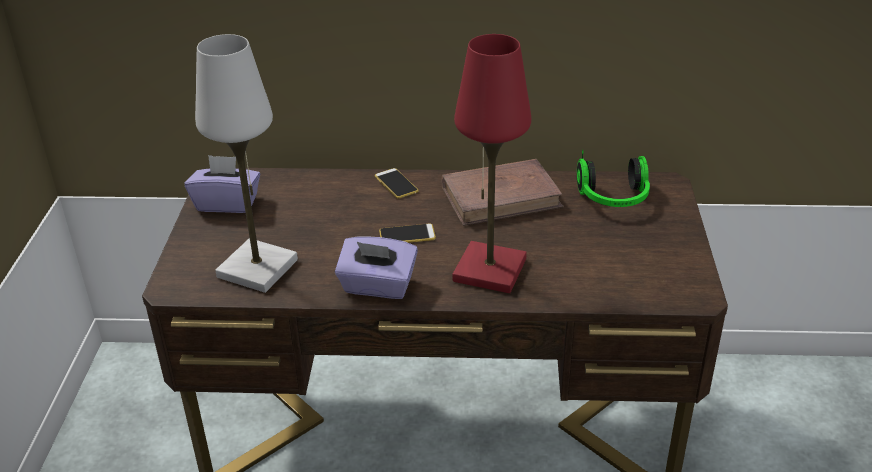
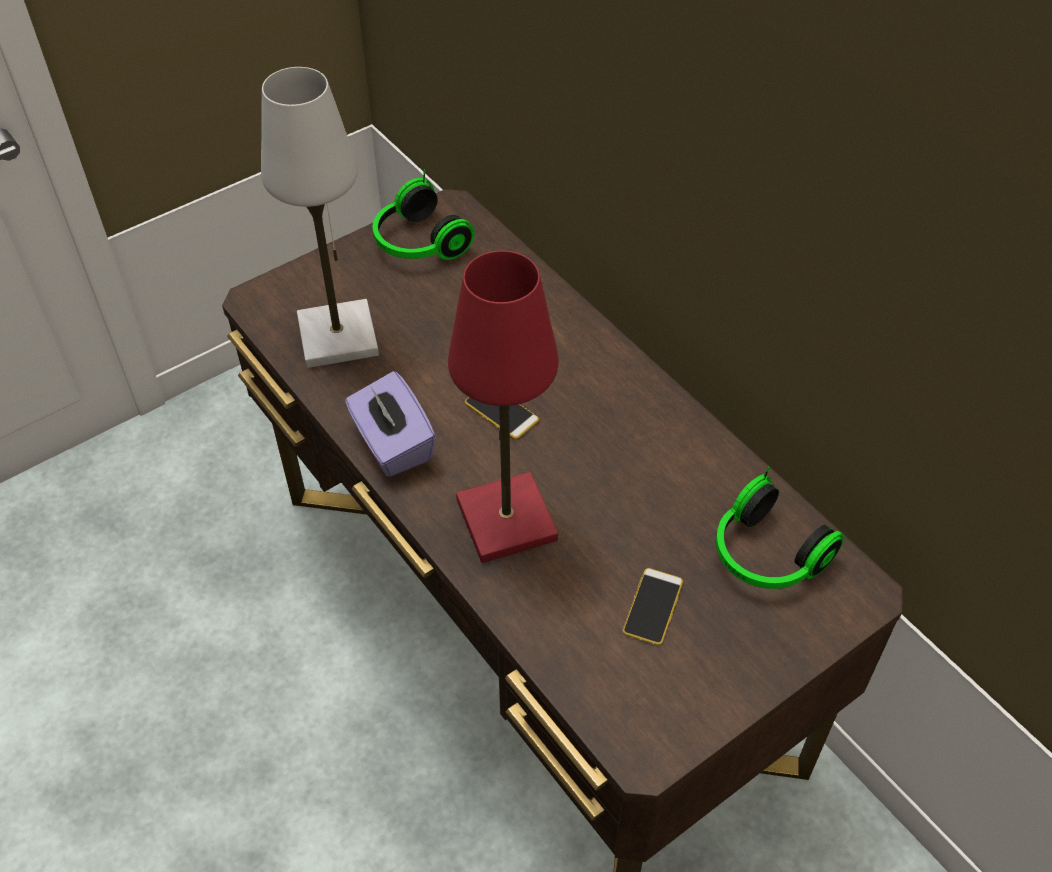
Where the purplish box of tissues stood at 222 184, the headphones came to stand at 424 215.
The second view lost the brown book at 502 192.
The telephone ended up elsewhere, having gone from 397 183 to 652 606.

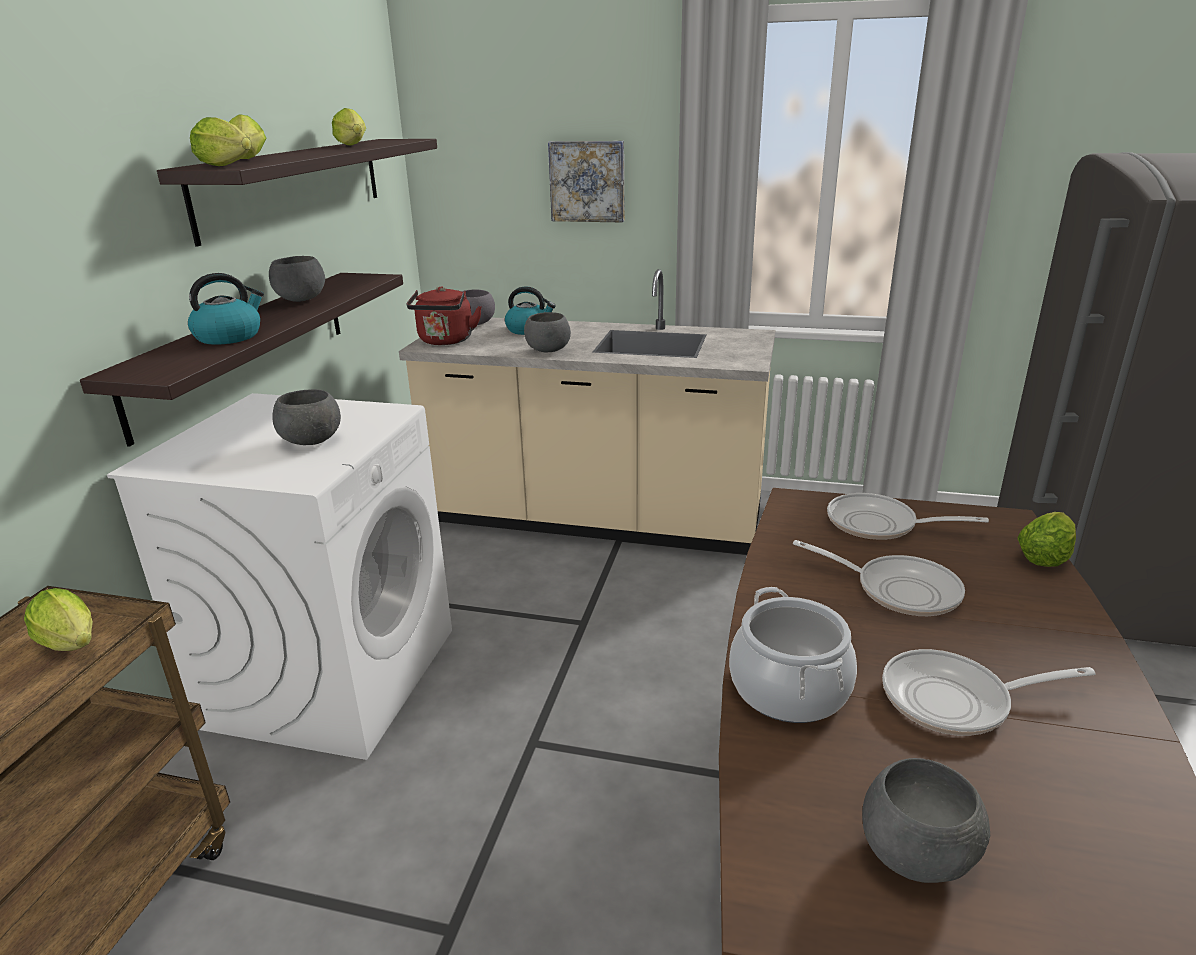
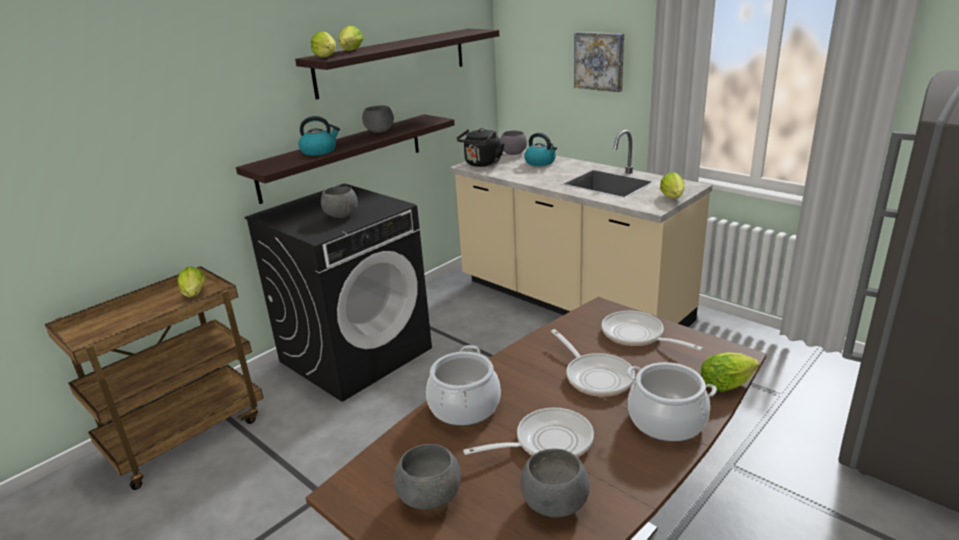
The head of lettuce ended up elsewhere, having gone from 349 127 to 672 185.
What was the reddish kettle at 444 315 turned into the blackish kettle at 480 147.
The grey bowl ended up elsewhere, having gone from 547 332 to 555 482.
What was the white laundry machine at 279 576 turned into the blackish laundry machine at 338 292.
The pan at 989 692 ended up facing another way, 135 degrees clockwise from before.
The second view gained the stockpot at 671 402.

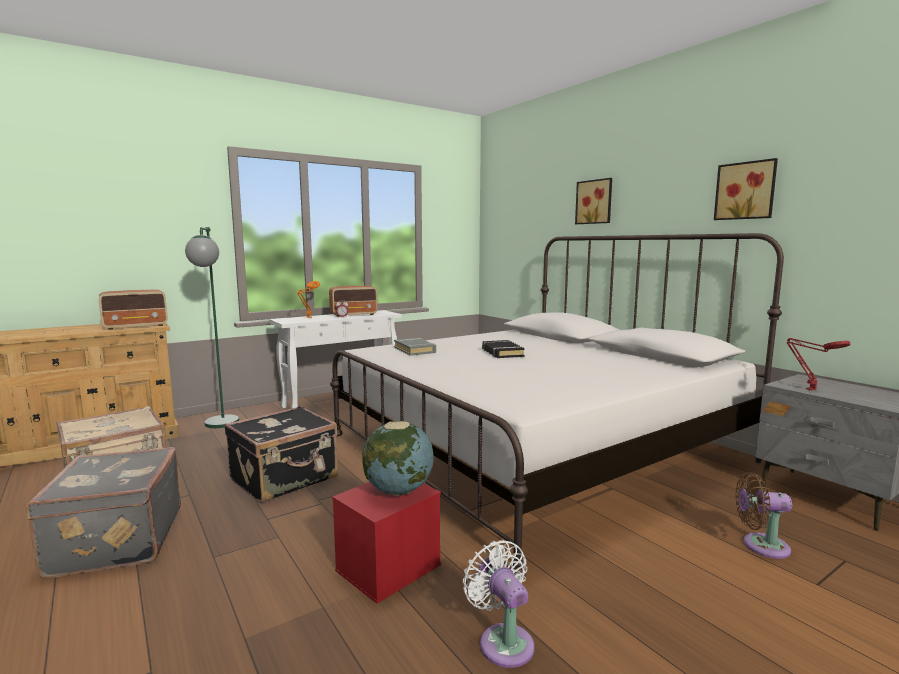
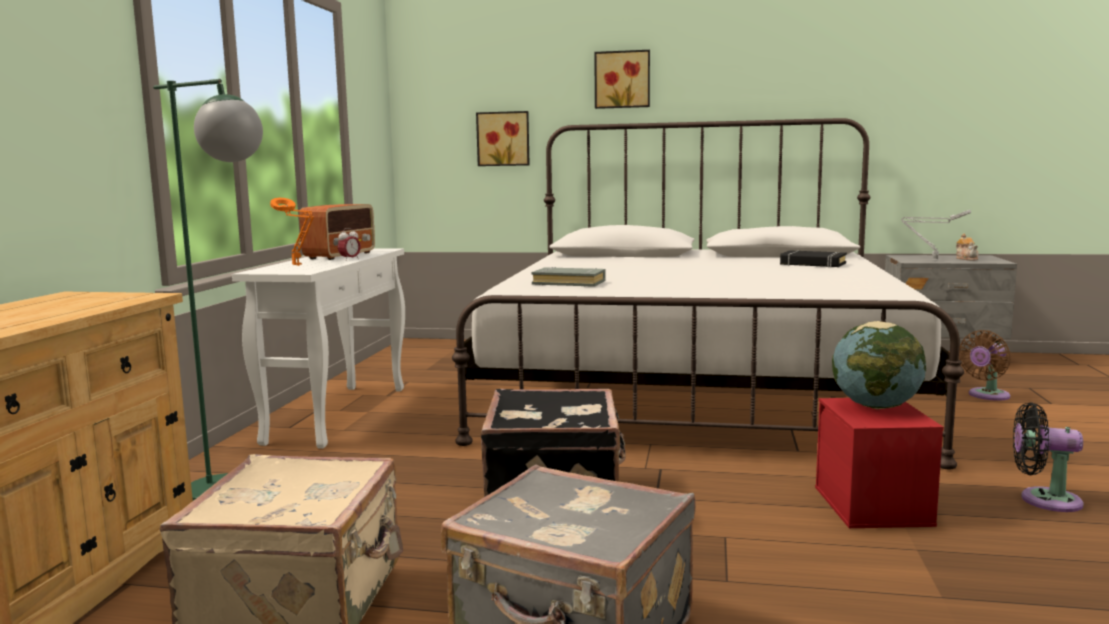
The wall picture ended up elsewhere, having gone from 746 189 to 503 138.
The second view lost the radio at 133 310.
What was the reddish tabletop lamp at 818 364 turned into the grey tabletop lamp at 936 236.
The blackish book ended up elsewhere, having gone from 503 349 to 813 258.
What was the white fan at 498 604 turned into the blackish fan at 1048 457.
The second view gained the tea pot at 967 247.

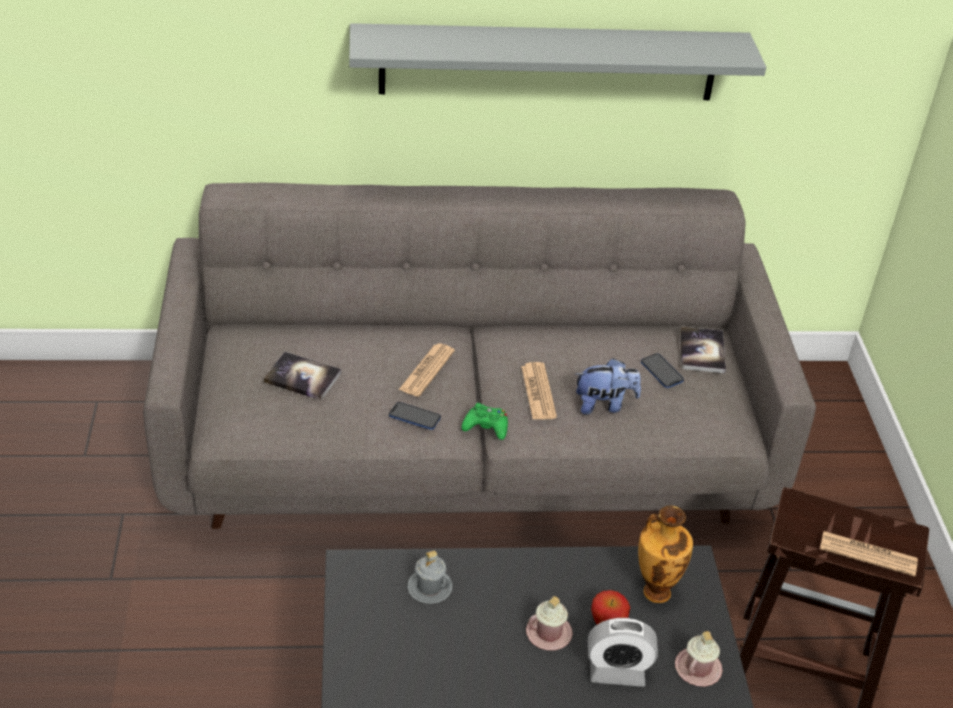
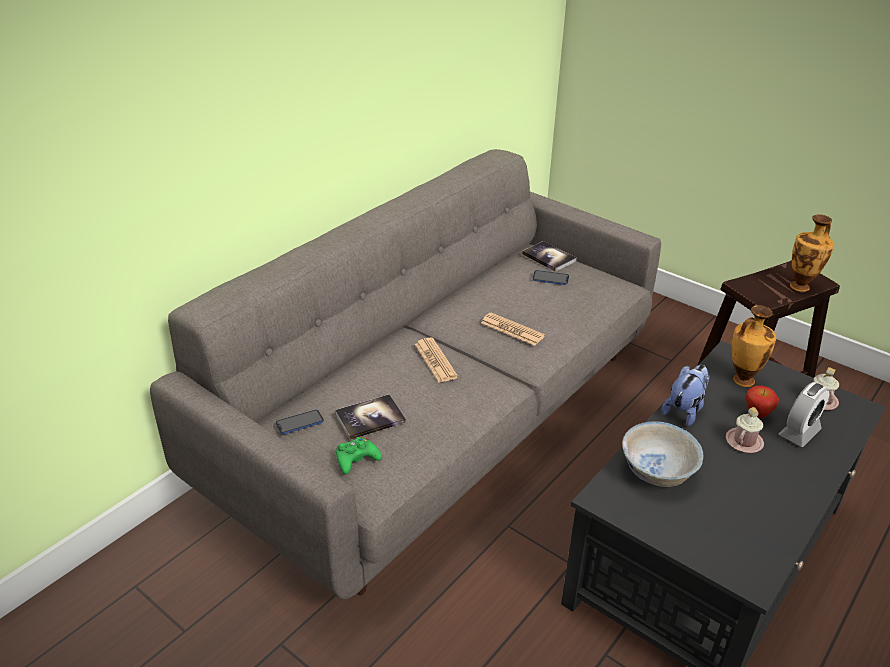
The second view lost the grey bracket shelf at 557 61.
The soft toy ended up elsewhere, having gone from 608 386 to 686 395.
The telephone ended up elsewhere, having gone from 415 416 to 300 422.
The green-coloured gamepad ended up elsewhere, having gone from 484 421 to 359 455.
Where the printed paper stood at 869 553, the flower vase came to stand at 812 253.
Where the grey mug stood at 430 577, the white bowl came to stand at 663 454.

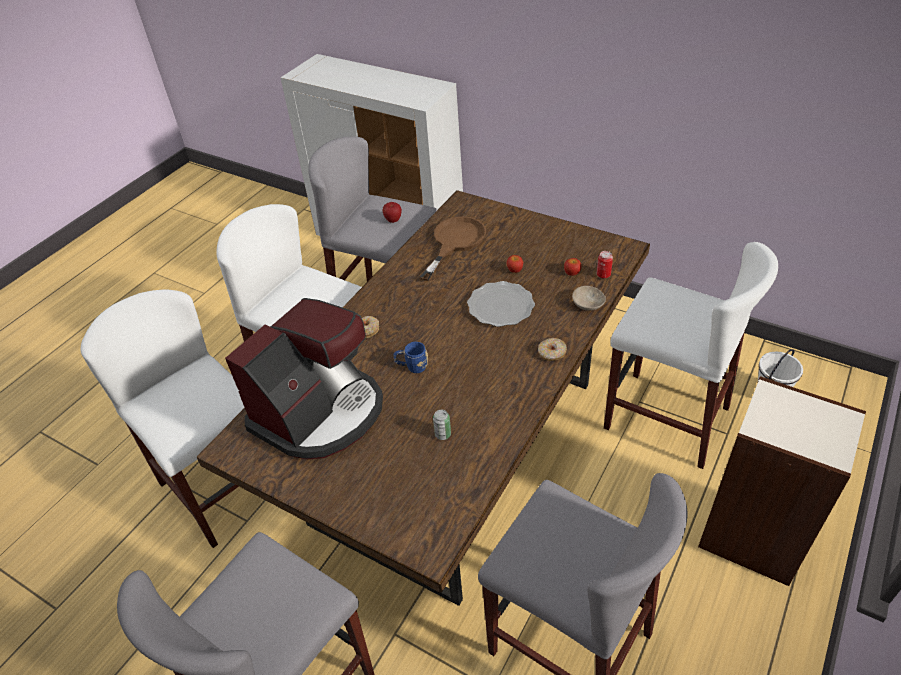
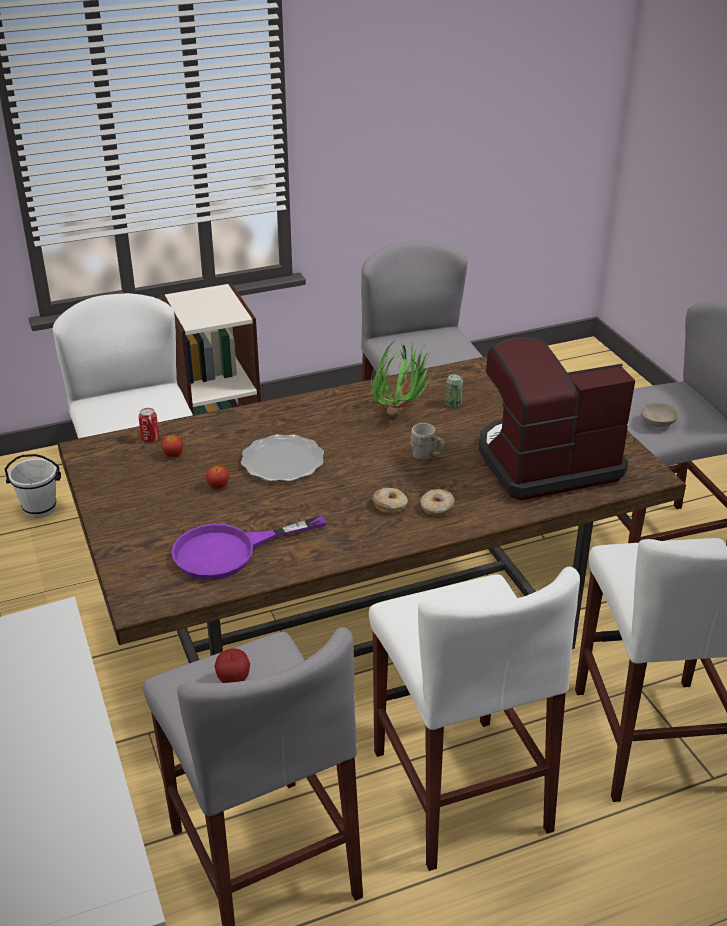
What was the brown pan at 453 248 turned into the purplish pan at 248 547.
The beige-coloured bowl ended up elsewhere, having gone from 589 298 to 660 415.
The donut ended up elsewhere, having gone from 552 349 to 390 501.
What was the blue-coloured mug at 411 357 turned into the grey mug at 427 441.
The second view gained the houseplant at 401 378.

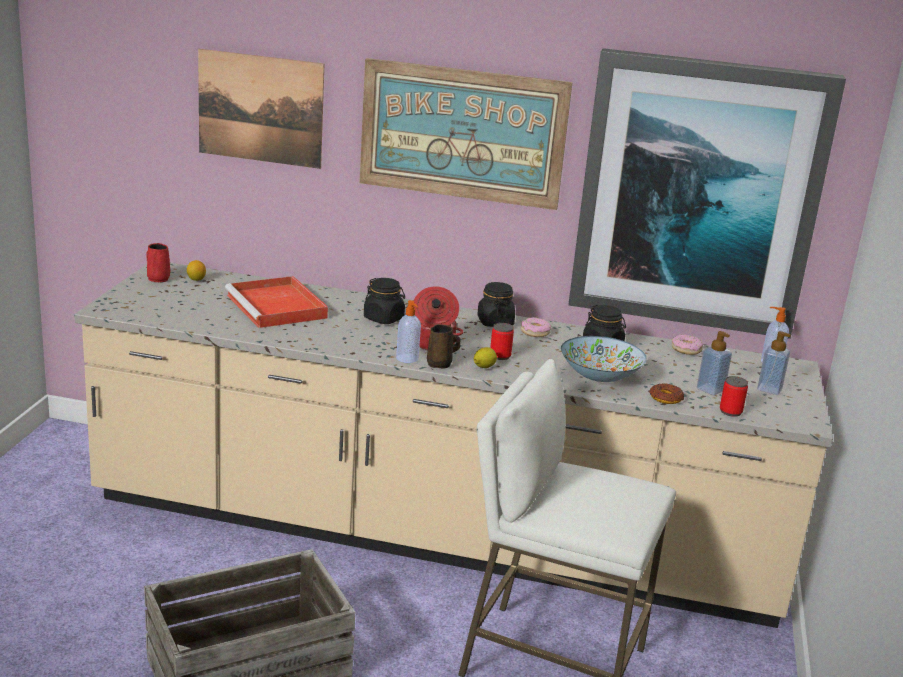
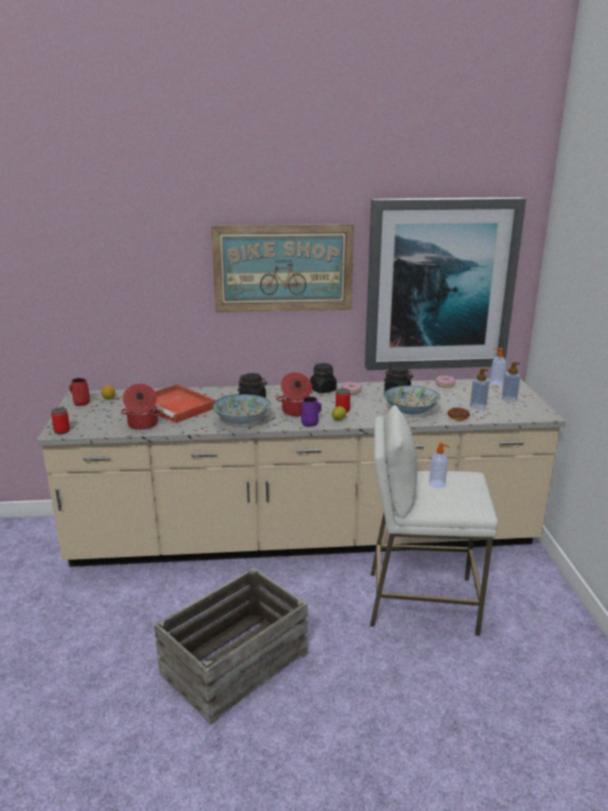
The second view lost the wall picture at 261 109.
The soap bottle ended up elsewhere, having gone from 408 331 to 439 465.
What was the brown mug at 443 346 turned into the purplish mug at 311 411.
The sealed can ended up elsewhere, having gone from 734 396 to 60 420.
The second view gained the stockpot at 142 407.
The second view gained the bowl at 242 409.

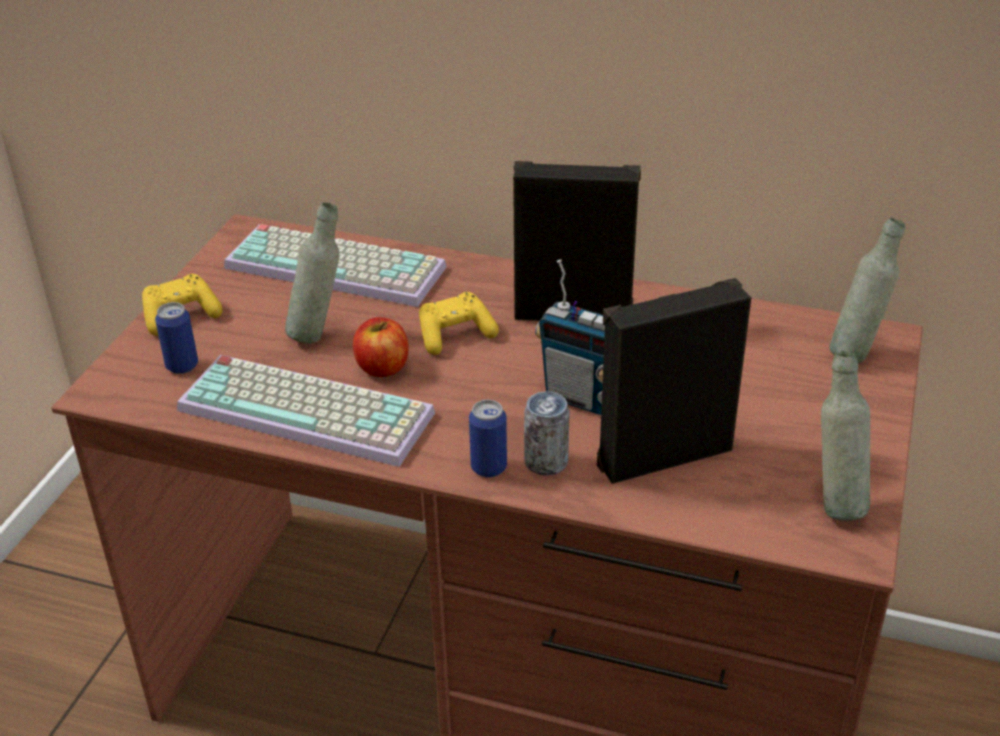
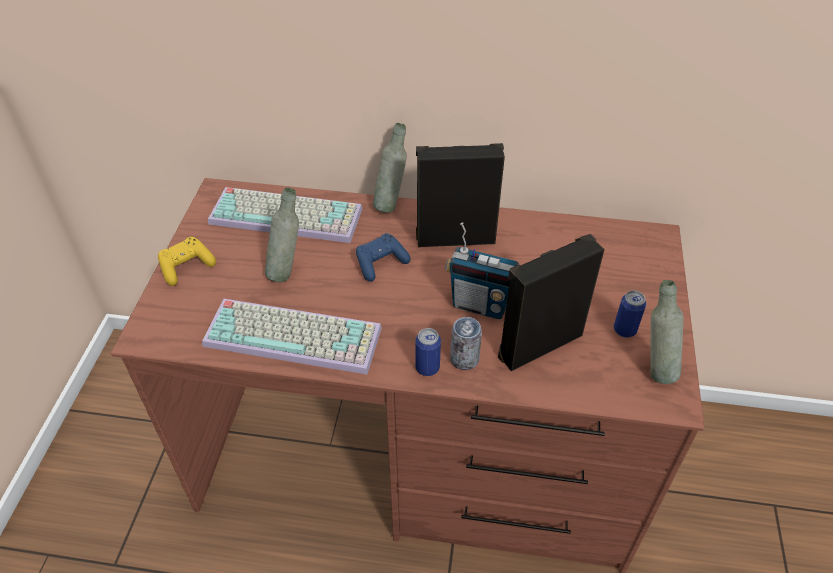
The grey drink bottle ended up elsewhere, having gone from 867 290 to 390 168.
What was the yellowish gamepad at 459 323 turned into the blue-coloured gamepad at 383 257.
The sealed can ended up elsewhere, having gone from 176 338 to 630 314.
The second view lost the whole apple at 380 347.

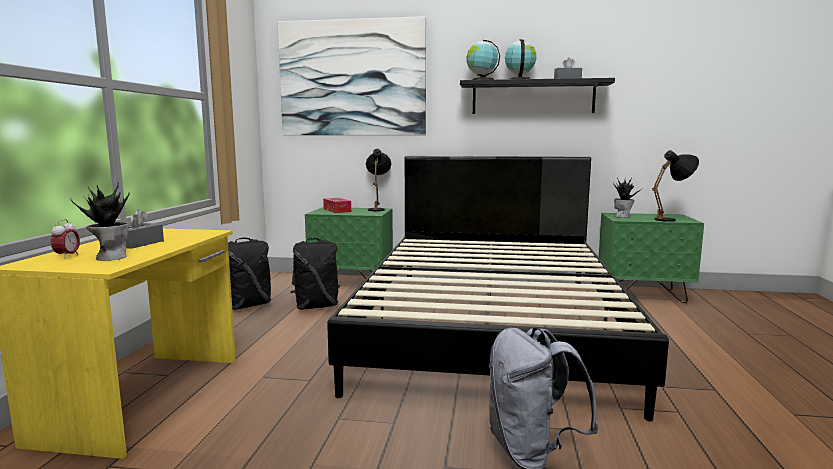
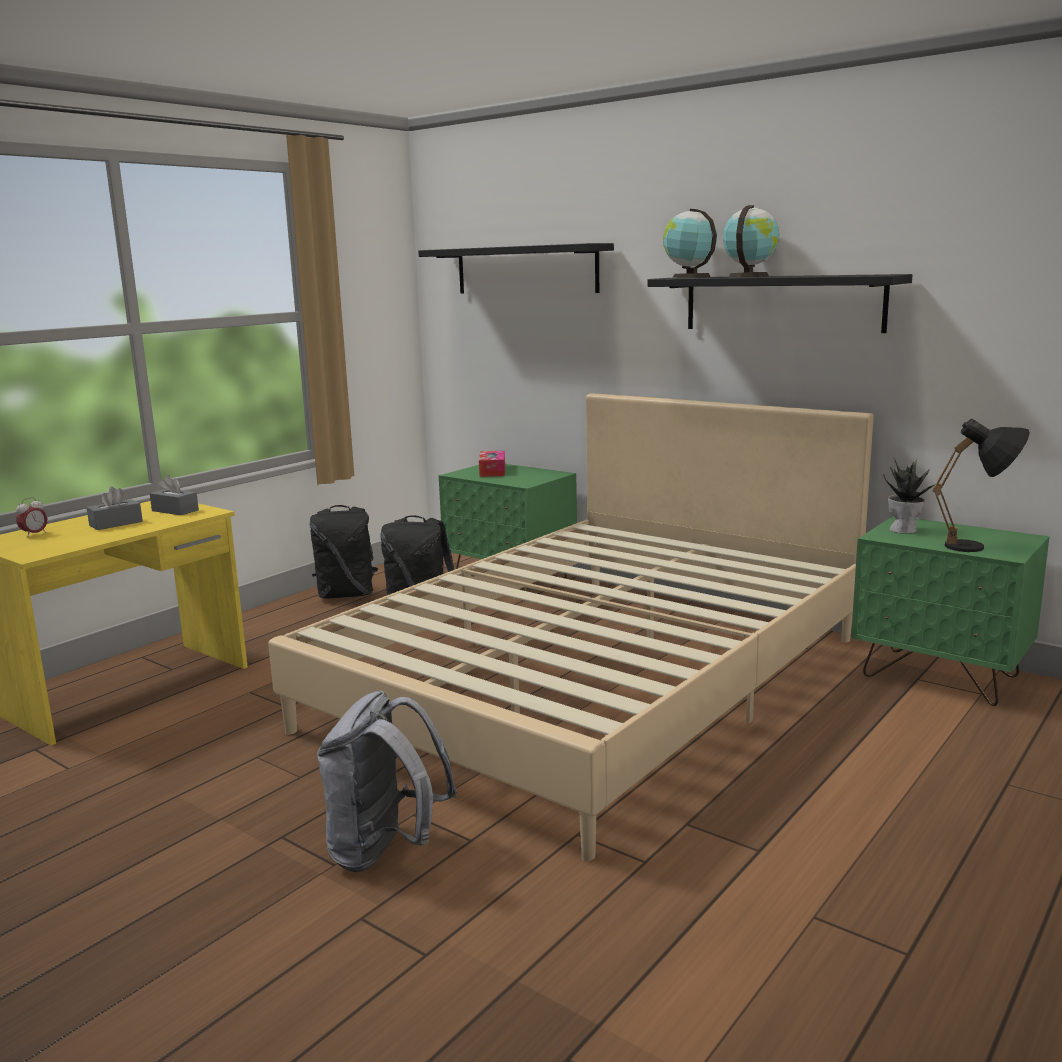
Where the wall picture hung at 352 75, the blackish bracket shelf came to hang at 516 268.
The grey box of tissues ended up elsewhere, having gone from 568 68 to 174 495.
The second view lost the blackish tabletop lamp at 378 180.
What was the blackish bed at 498 289 turned into the beige-coloured bed at 570 627.
The second view lost the houseplant at 100 221.

